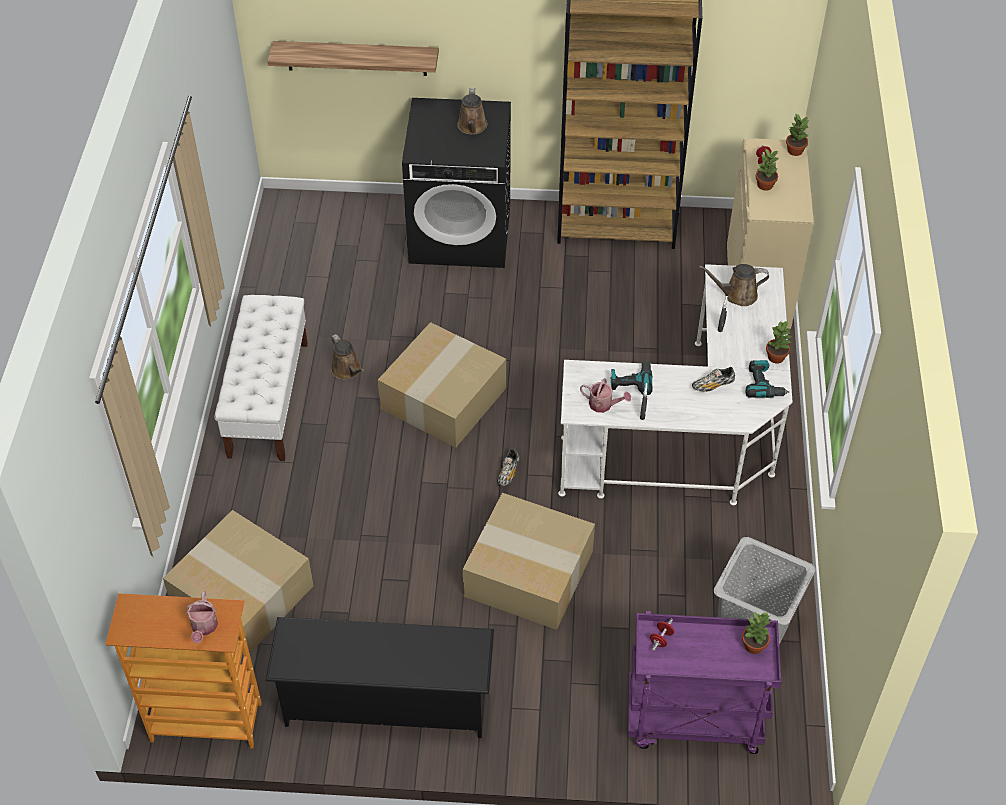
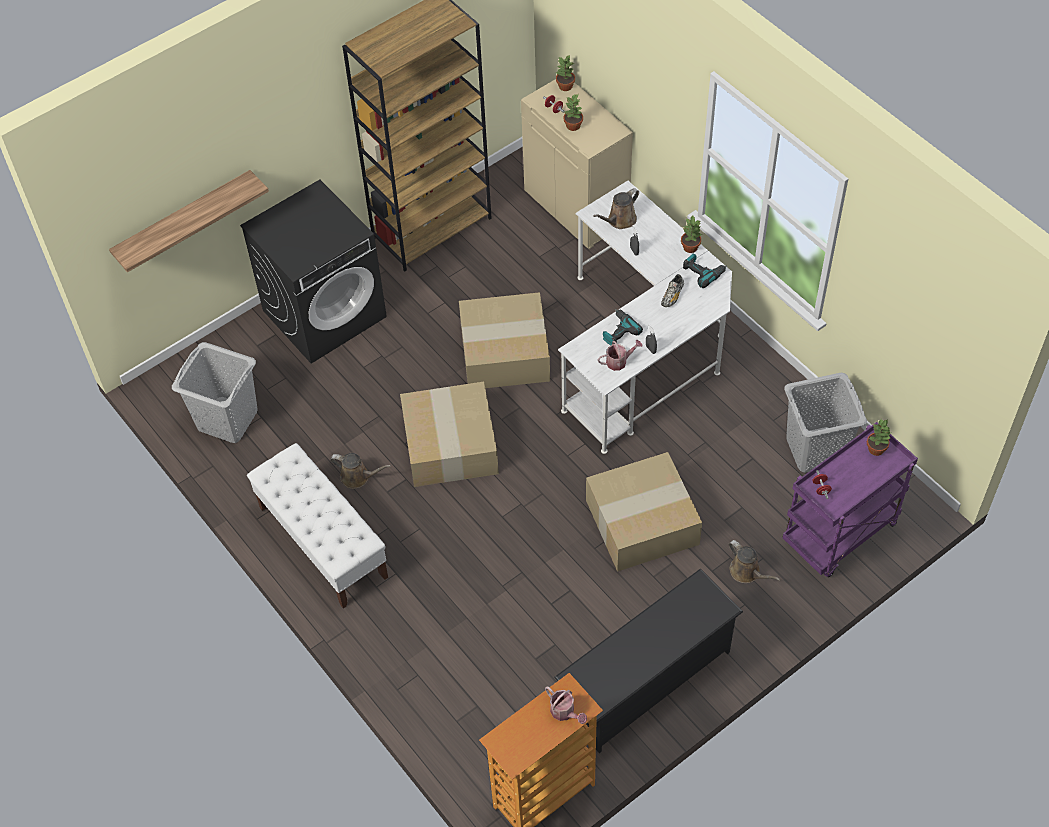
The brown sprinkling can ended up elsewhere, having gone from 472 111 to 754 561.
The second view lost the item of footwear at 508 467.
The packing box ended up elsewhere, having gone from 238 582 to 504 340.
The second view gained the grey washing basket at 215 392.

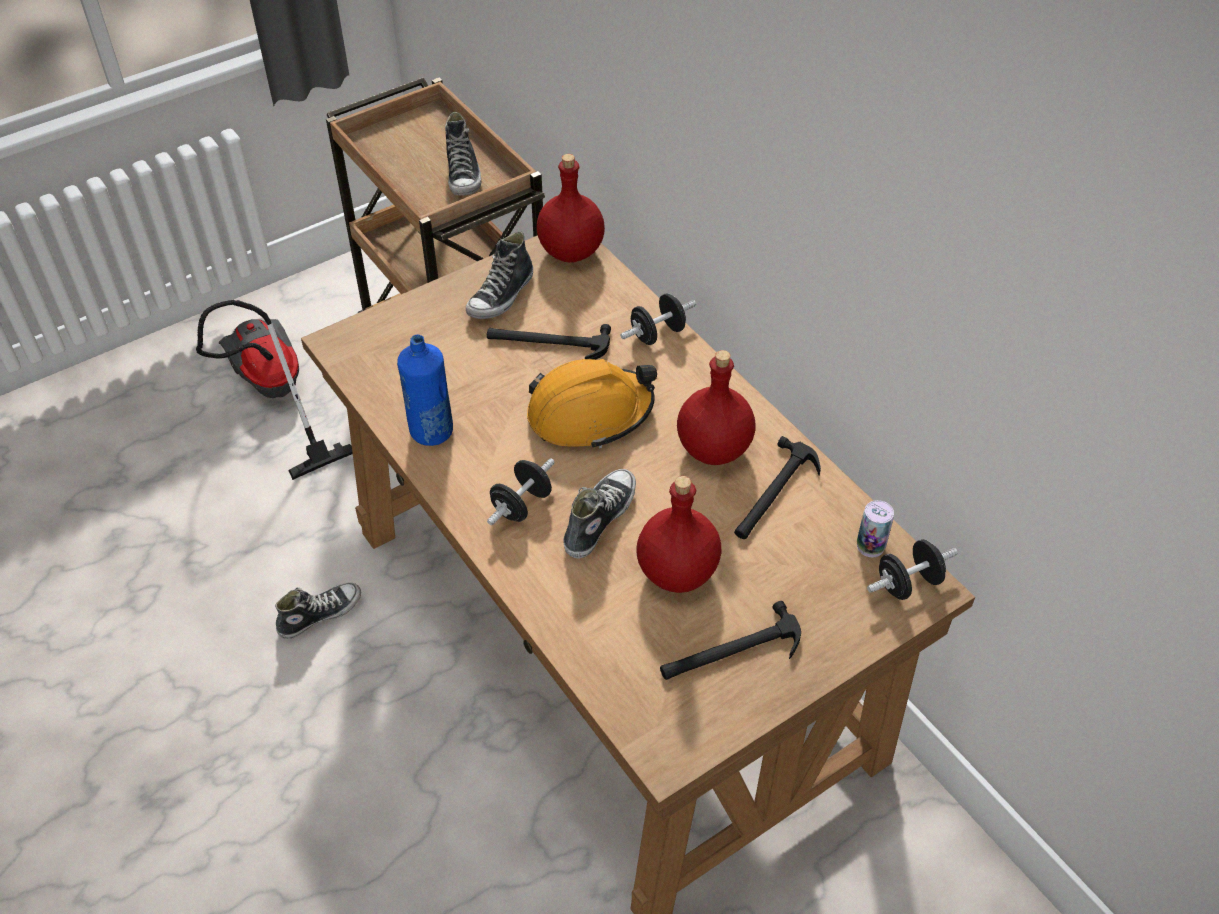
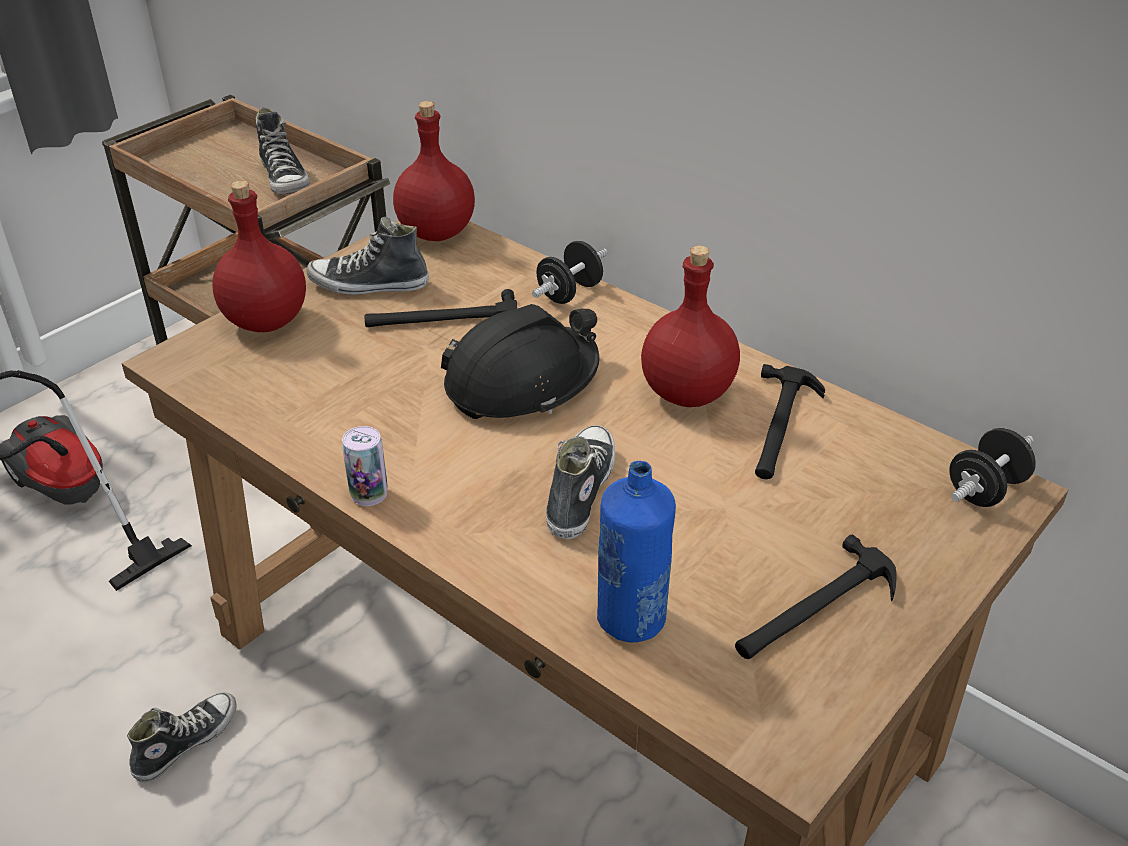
The item of footwear at 499 275 ended up facing another way, 75 degrees clockwise from before.
The blue-coloured drink bottle ended up elsewhere, having gone from 425 390 to 636 551.
What was the orange hard hat at 592 404 turned into the blackish hard hat at 520 361.
The second view lost the blackish hand weight at 521 491.
The reddish drink bottle ended up elsewhere, having gone from 679 534 to 259 256.
The sealed can ended up elsewhere, having gone from 875 528 to 365 466.

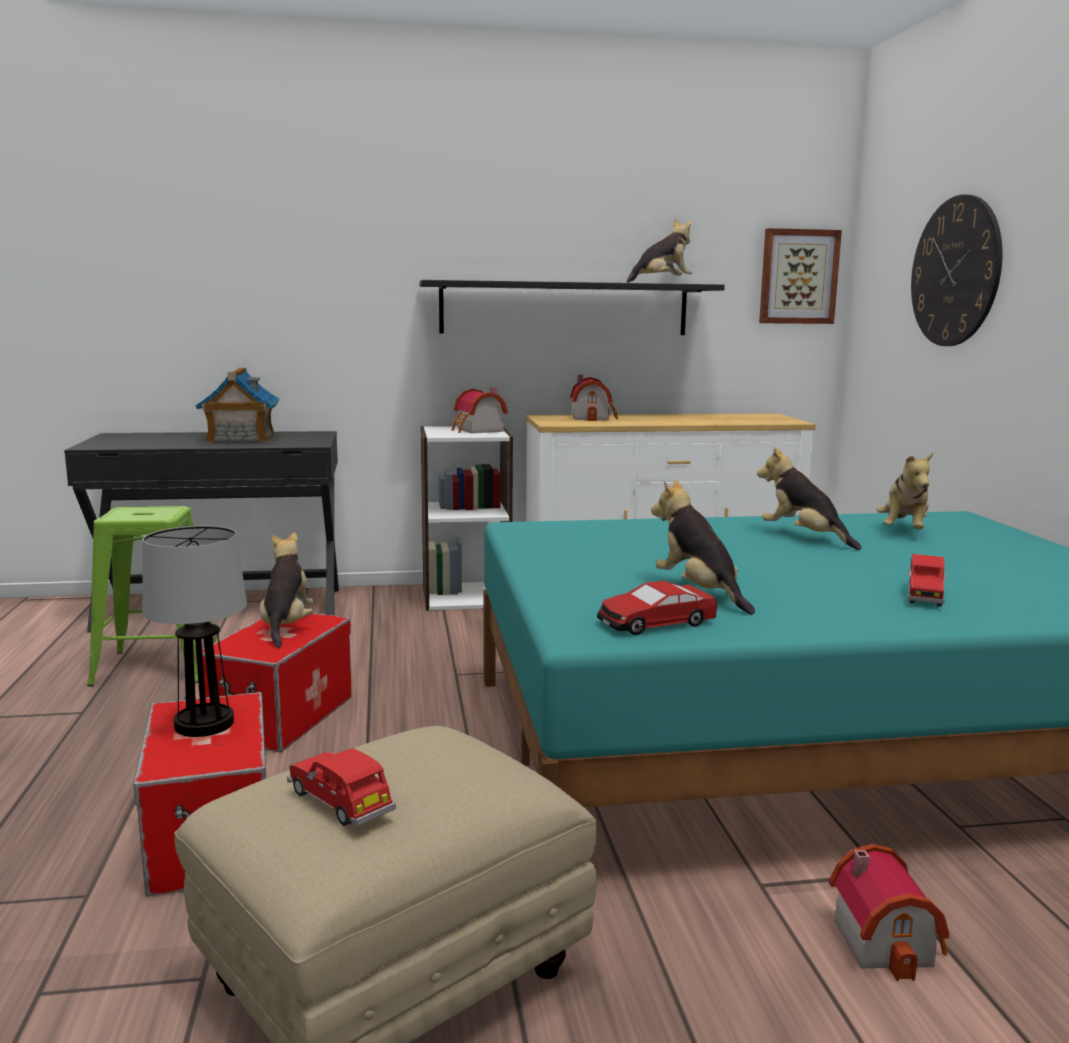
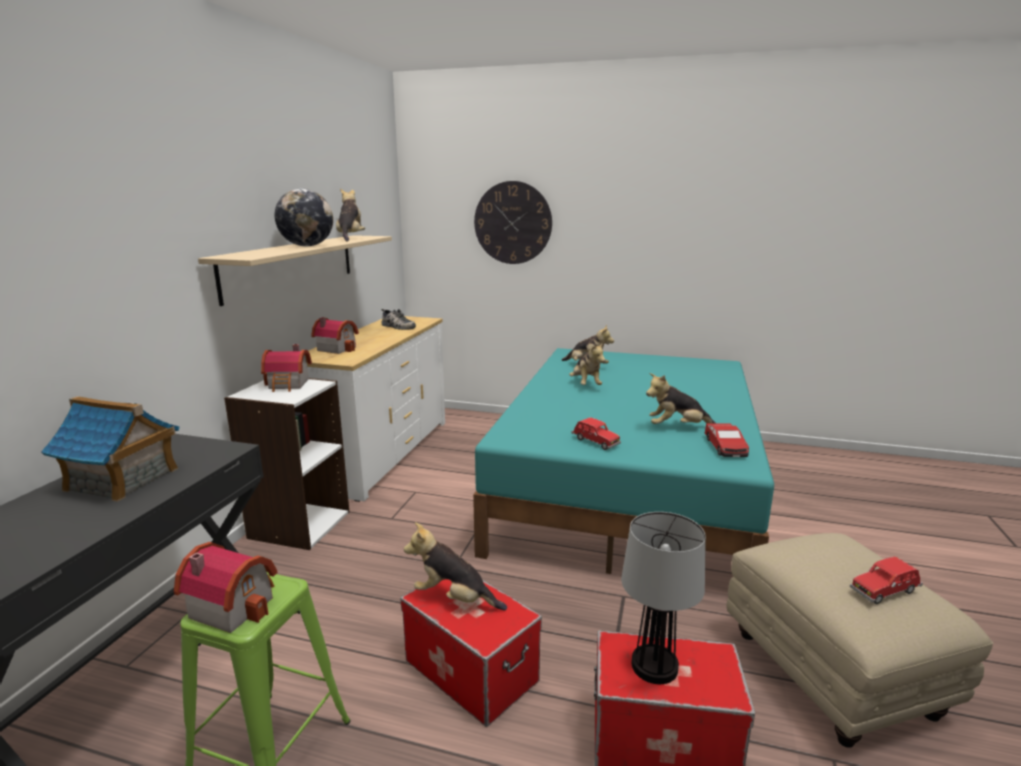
The second view lost the wall picture at 800 276.
What was the blackish bracket shelf at 572 307 turned into the beige-coloured bracket shelf at 295 270.
The soft toy at 809 498 ended up facing another way, 90 degrees counterclockwise from before.
The reddish miniature car ended up elsewhere, having gone from 927 580 to 596 433.
The model house ended up elsewhere, having gone from 889 912 to 226 587.
The second view gained the globe at 304 217.
The second view gained the item of footwear at 398 319.

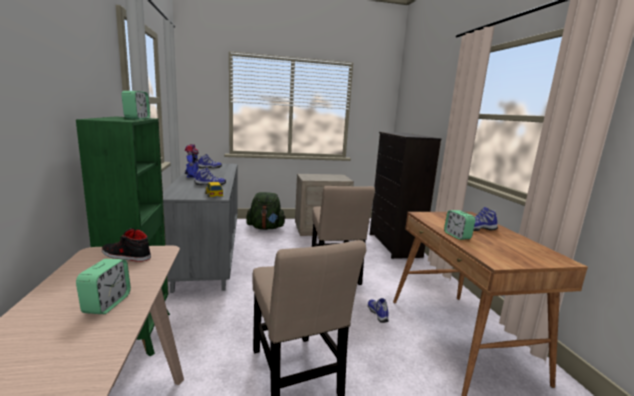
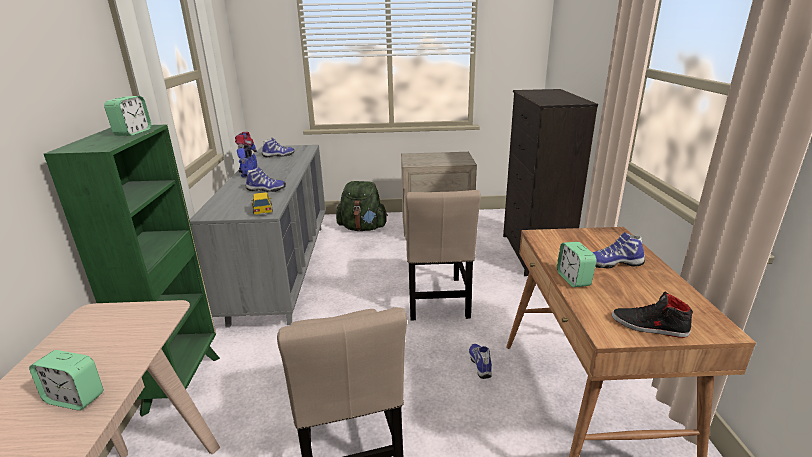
The blackish item of footwear ended up elsewhere, having gone from 126 245 to 652 314.
The bedside clock at 103 286 ended up facing another way, 90 degrees clockwise from before.

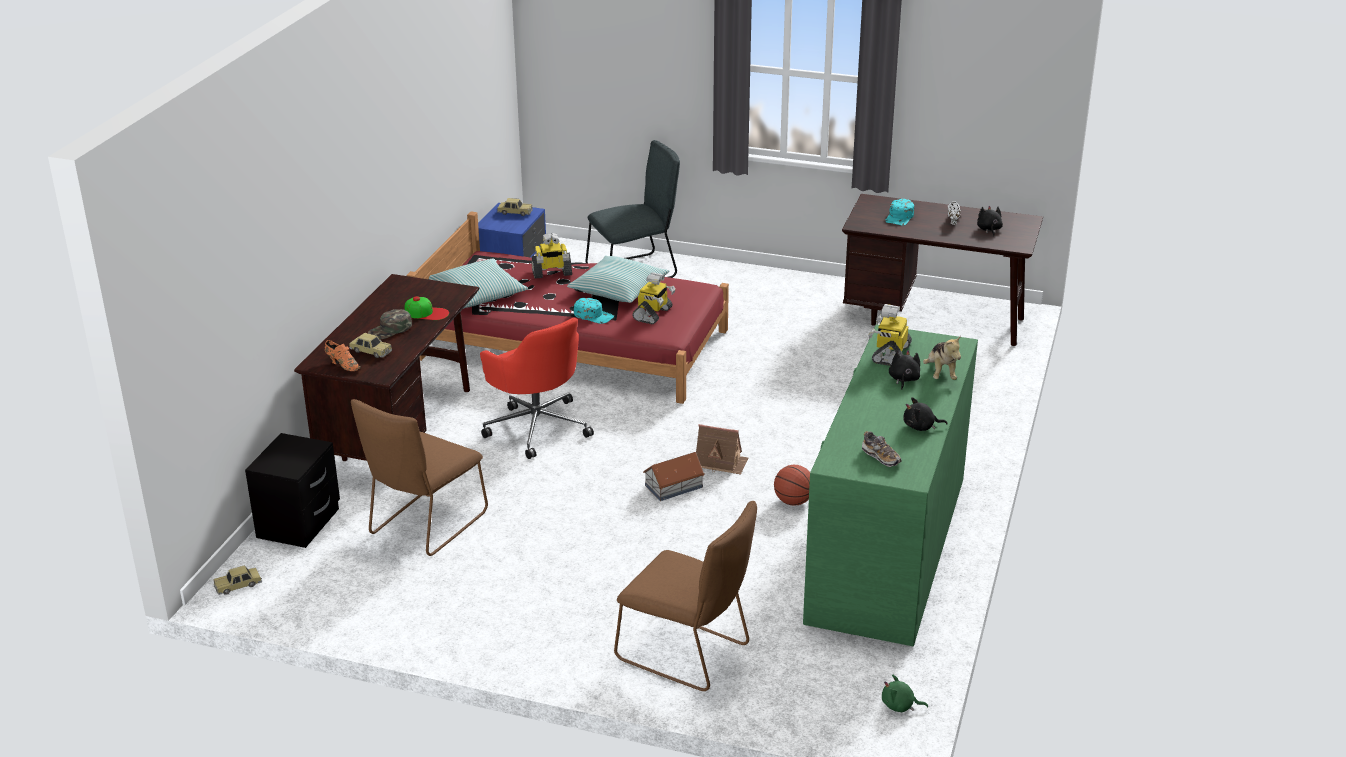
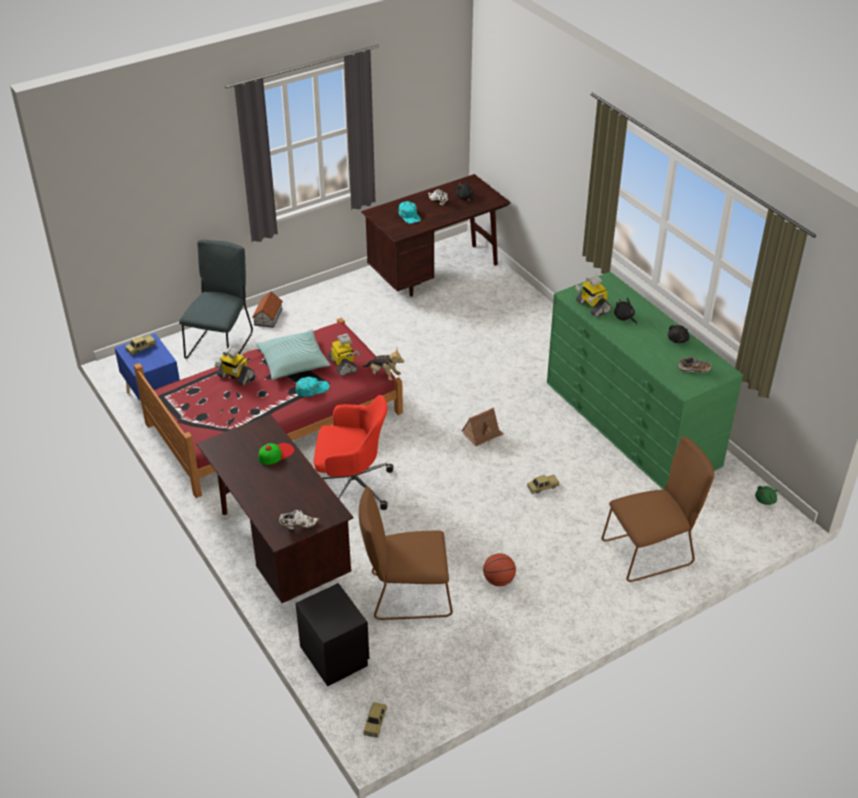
The toy robot at 552 256 ended up facing another way, 90 degrees clockwise from before.
The second view lost the throw pillow at 478 283.
The second view lost the green-coloured peaked cap at 390 324.
The miniature car ended up elsewhere, having gone from 370 345 to 543 484.
The soft toy ended up elsewhere, having gone from 942 357 to 383 364.
What was the orange item of footwear at 343 355 turned into the white item of footwear at 299 520.
The brown upright chair at 419 477 ended up facing another way, 105 degrees clockwise from before.
The model house ended up elsewhere, having gone from 674 476 to 267 309.
The ball for basketball ended up elsewhere, having gone from 792 485 to 499 569.

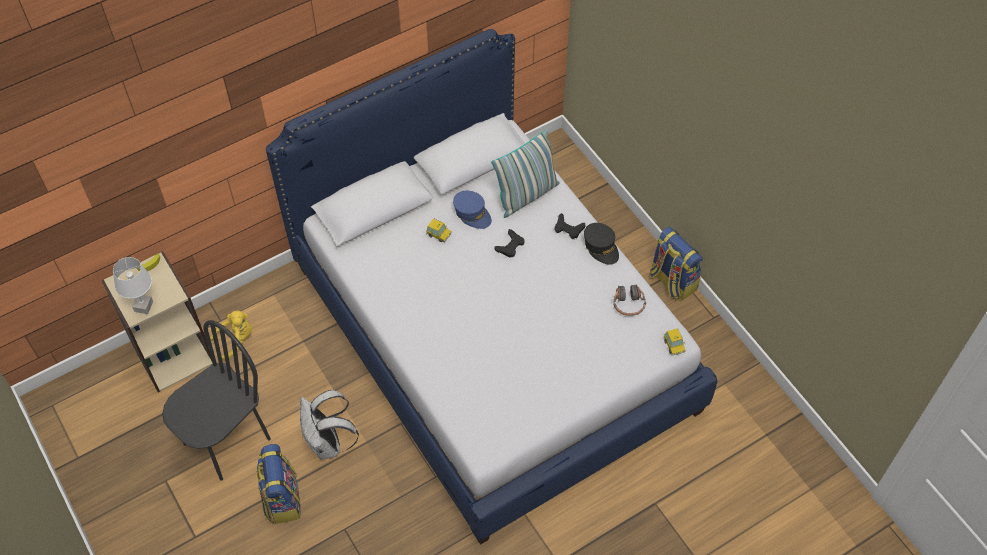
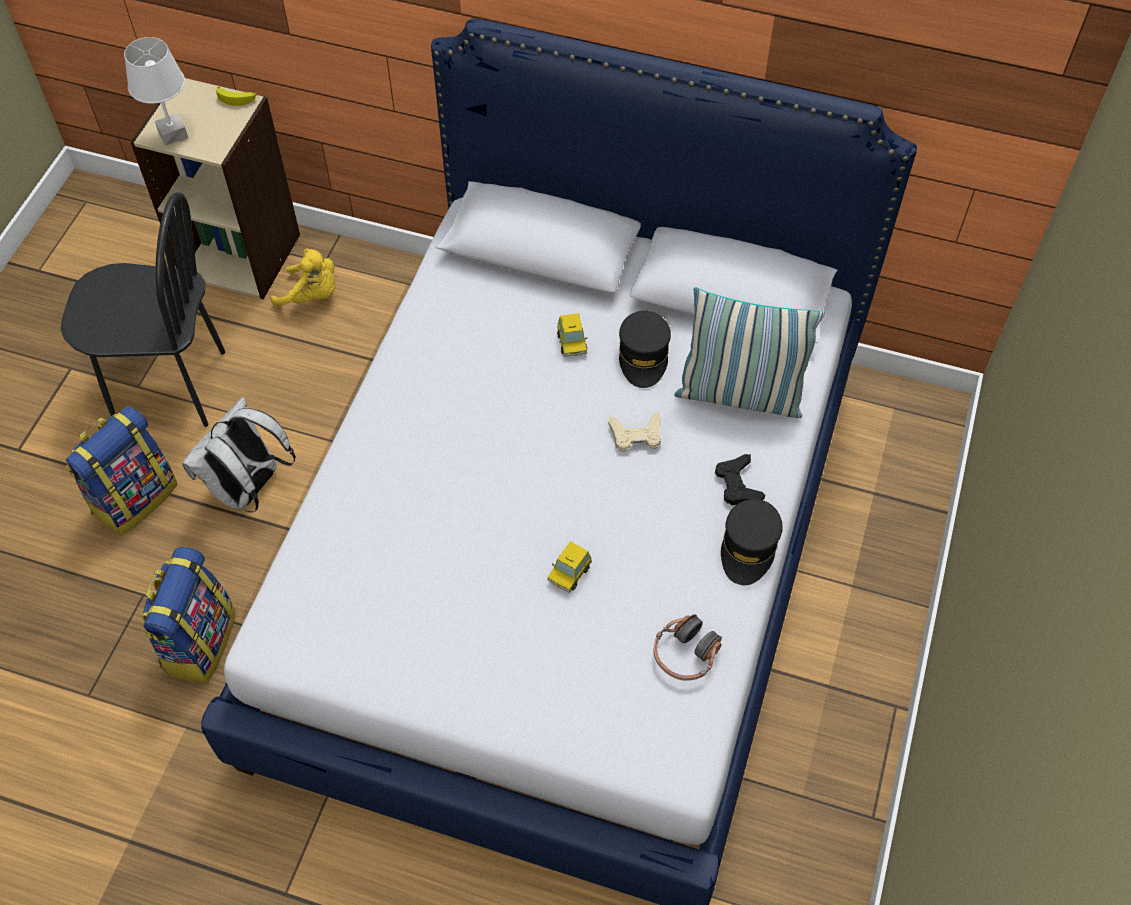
What was the blue-coloured peaked cap at 472 210 turned into the blackish peaked cap at 645 349.
The backpack ended up elsewhere, having gone from 676 264 to 188 615.
What was the blackish gamepad at 509 243 turned into the beige-coloured gamepad at 634 432.
The miniature car ended up elsewhere, having gone from 674 341 to 569 567.

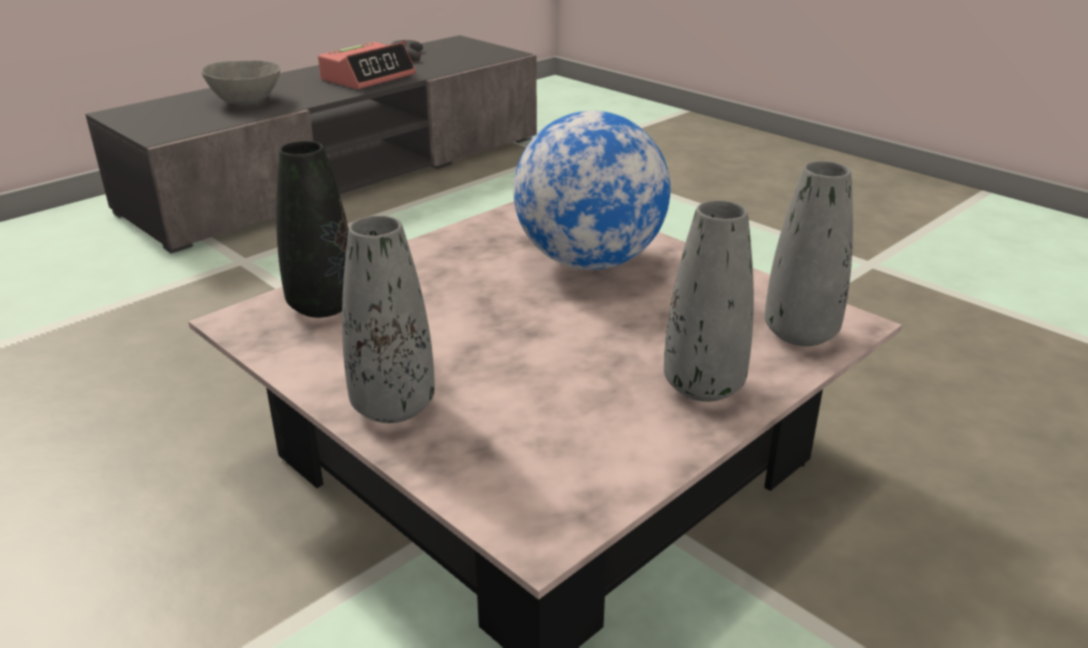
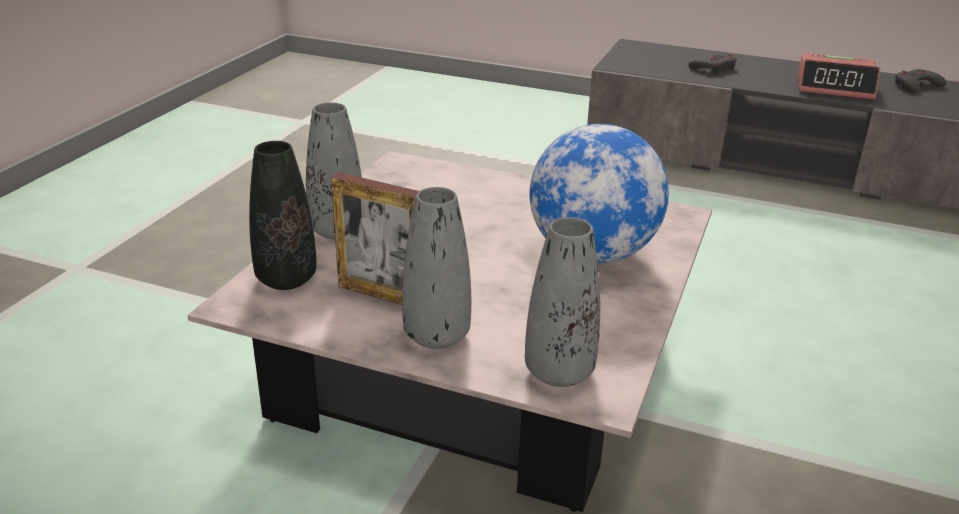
Where the grey bowl stood at 240 82, the grey gamepad came to stand at 712 63.
The blackish flower vase ended up elsewhere, having gone from 312 229 to 283 215.
The second view gained the photo frame at 375 238.

